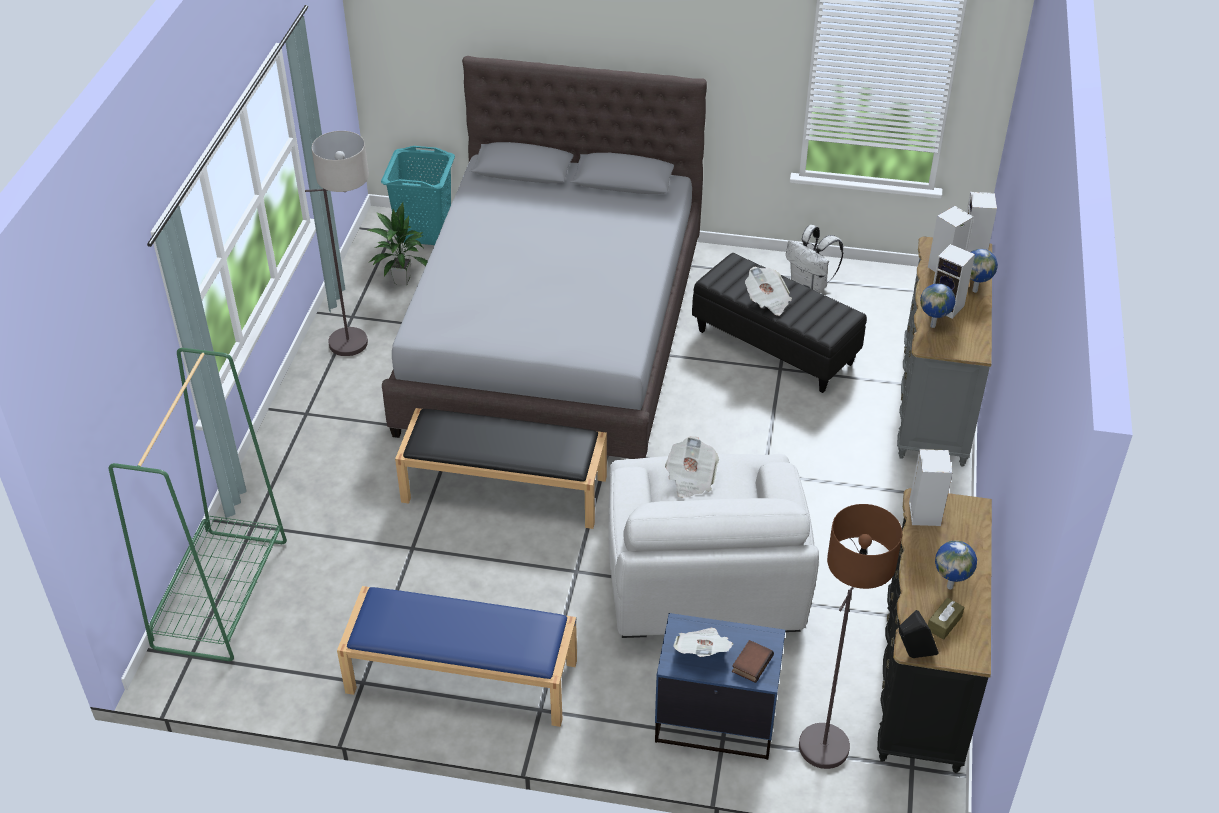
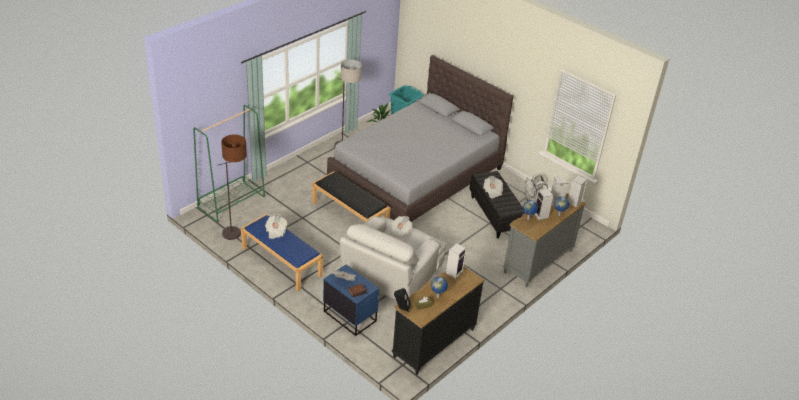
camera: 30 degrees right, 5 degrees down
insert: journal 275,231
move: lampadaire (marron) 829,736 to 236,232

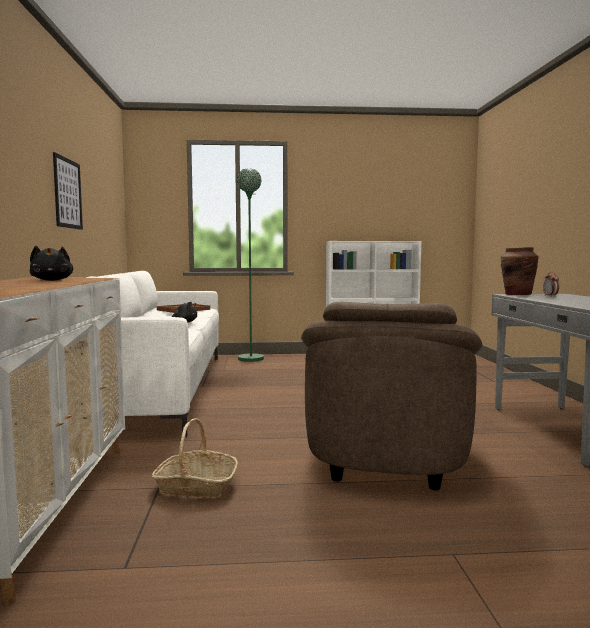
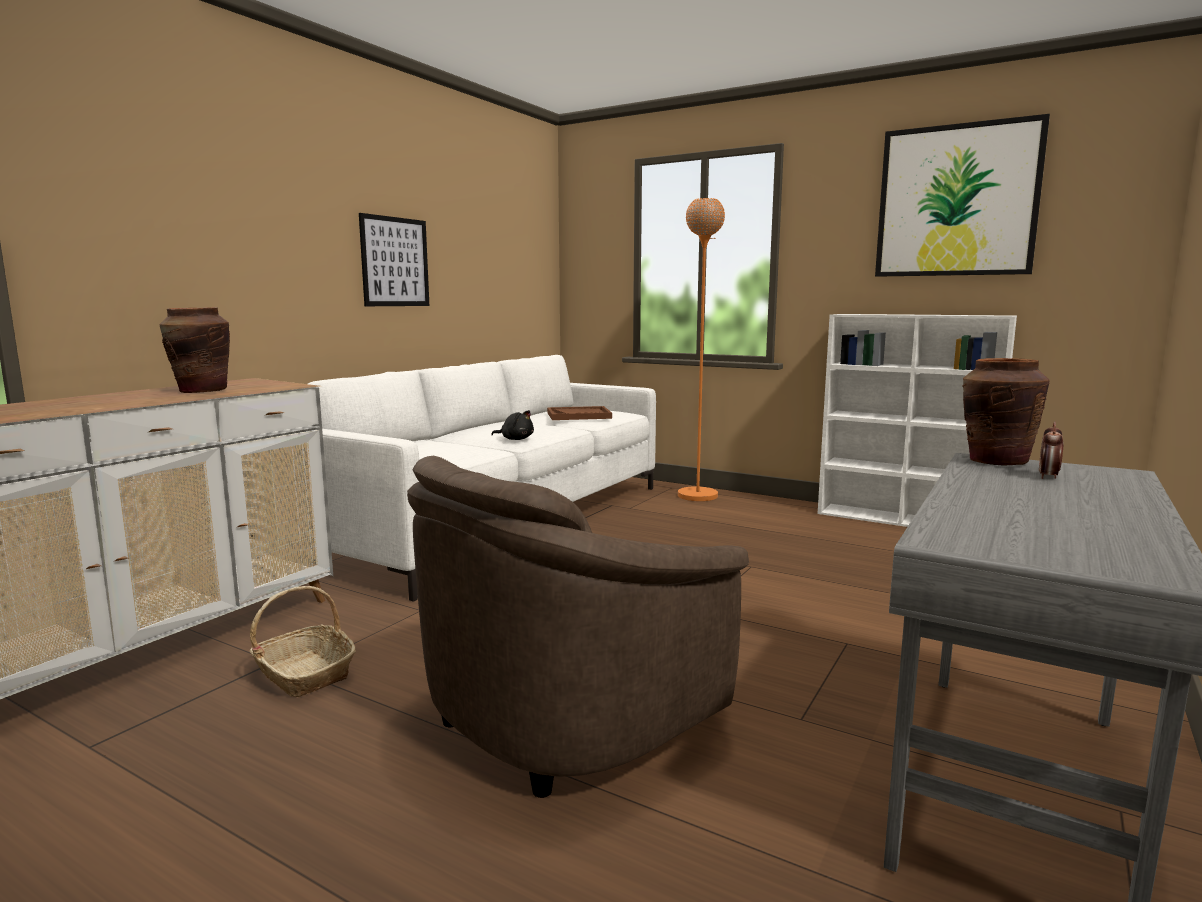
camera: 35 degrees right, 5 degrees up
insert: tableau 957,201
replace: peluche (noir) 52,280 to vase (marron) 202,391
recolor: lampadaire (vert) 251,358 to lampadaire (orange) 698,496

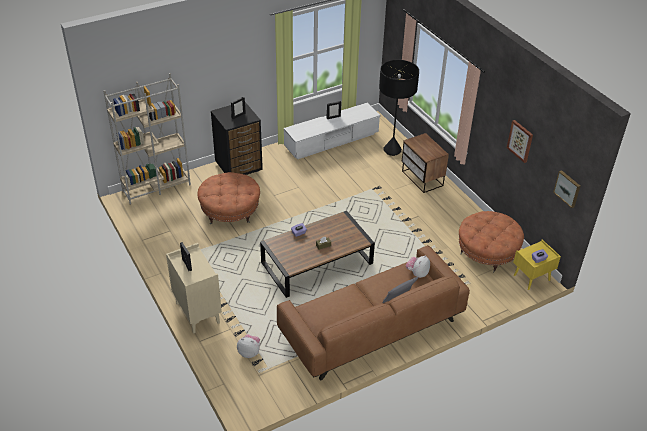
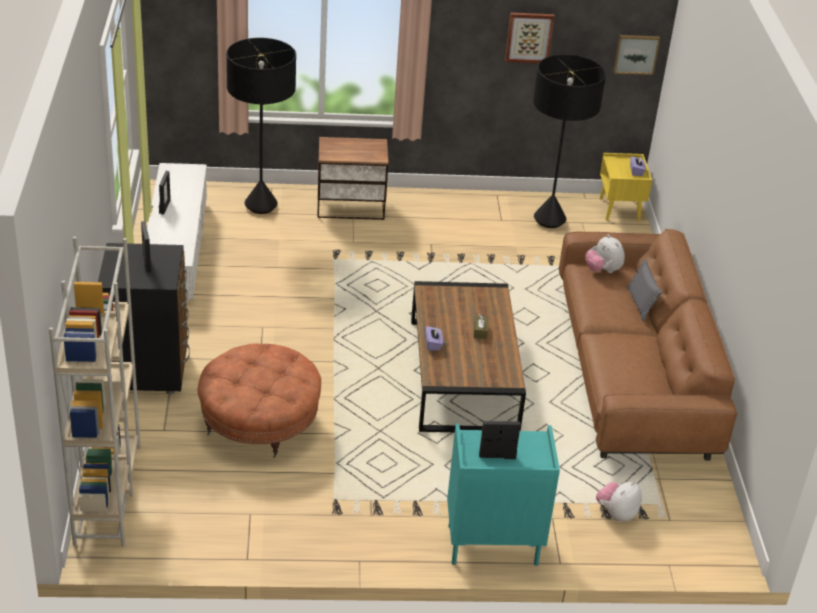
camera: 65 degrees left, 5 degrees down
replace: pouf (marron) 487,252 to lampadaire (noir) 549,221
recolor: meuble de rangement (beige) 197,313 to meuble de rangement (turquoise) 492,545

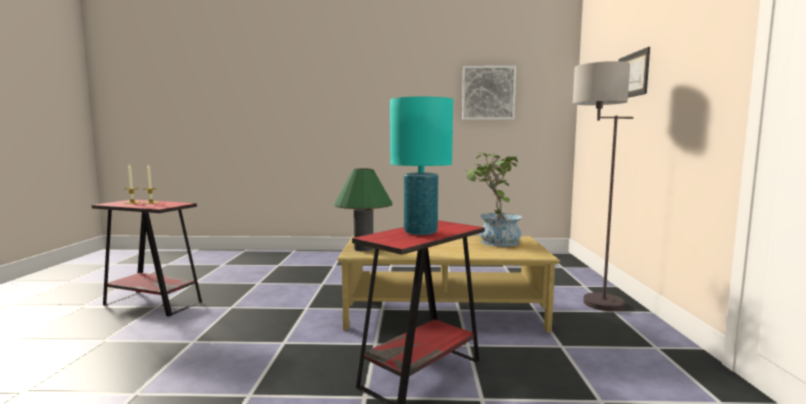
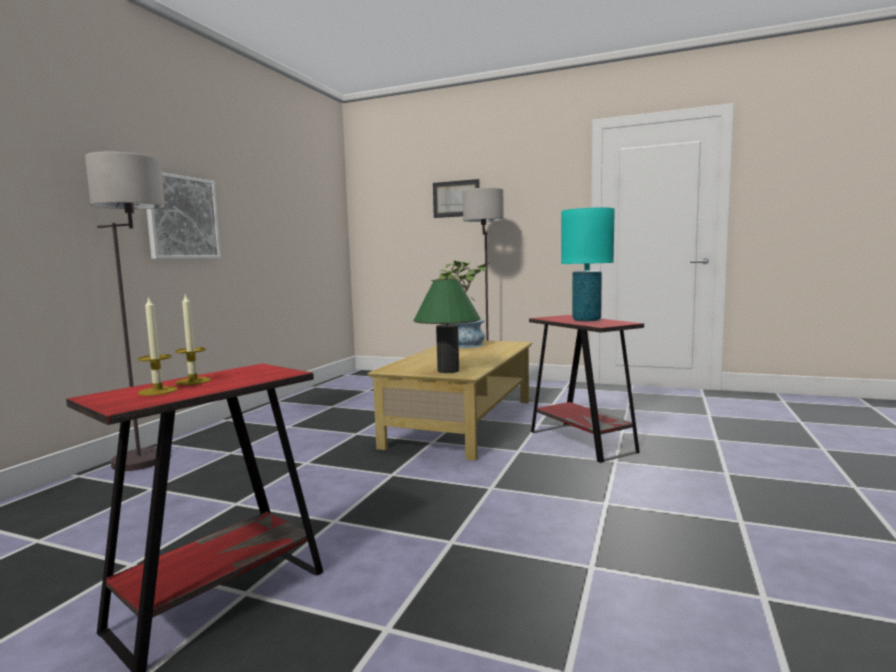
camera: 70 degrees left, 0 degrees up
insert: lampadaire (gris) 150,463
move: tableau 488,93 to 182,217

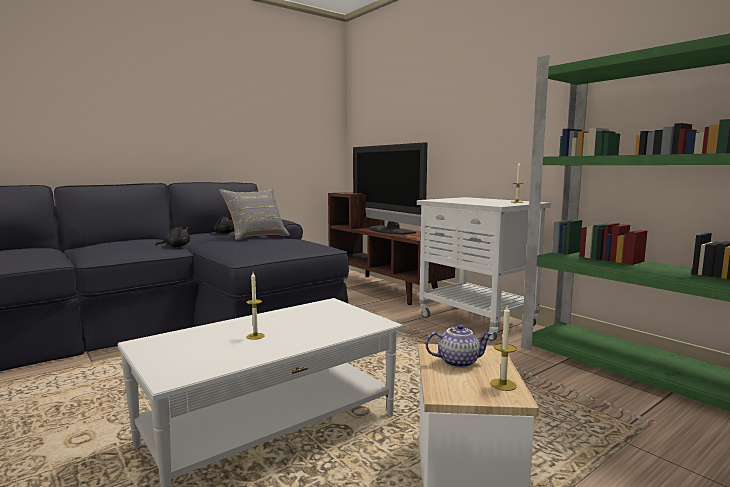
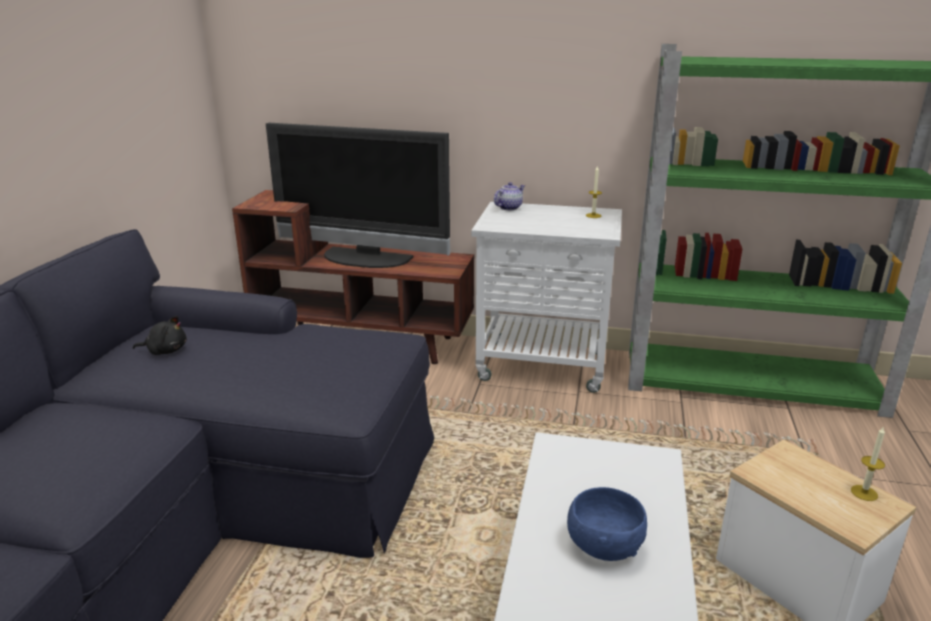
camera: 40 degrees left, 15 degrees up
delete: peluche (noir) 176,246; coussin (gris) 256,236
move: théière 458,362 to 508,207
replace: bougie 255,336 to bol (bleu) 603,546

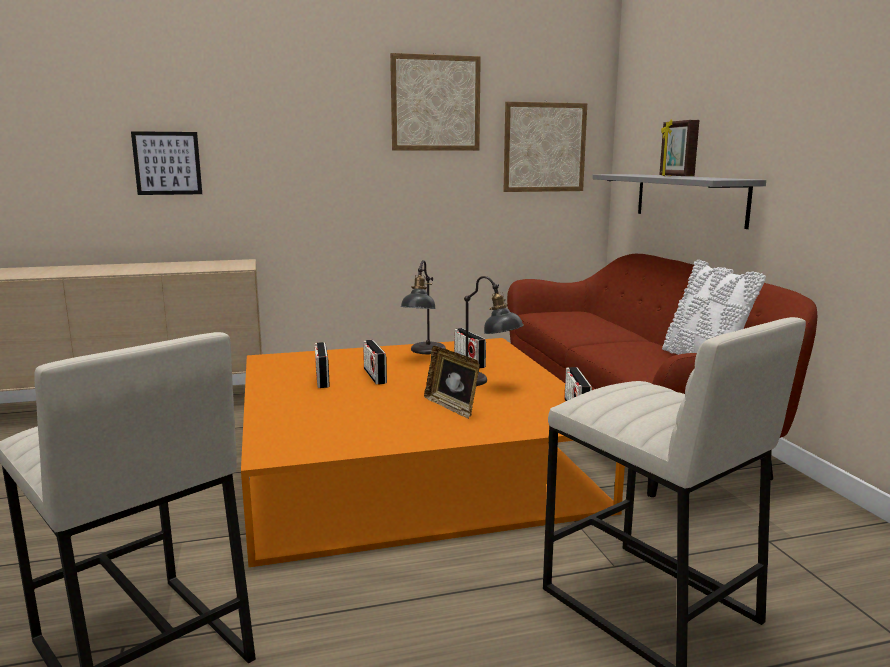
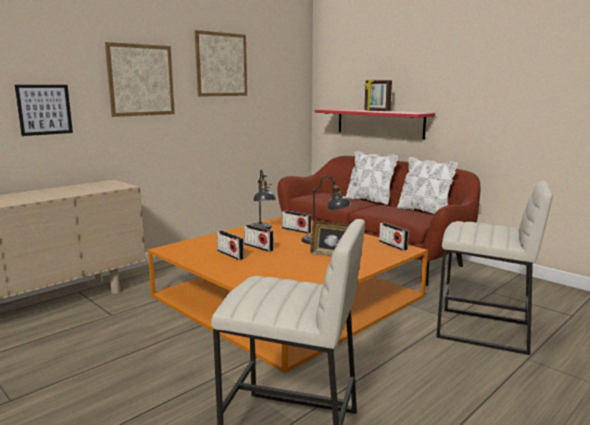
camera: 30 degrees left, 0 degrees up
insert: coussin (blanc) 370,200
move: tableau 544,146 to 141,79
recolor: étagère (gris) 688,198 to étagère (rouge) 379,123

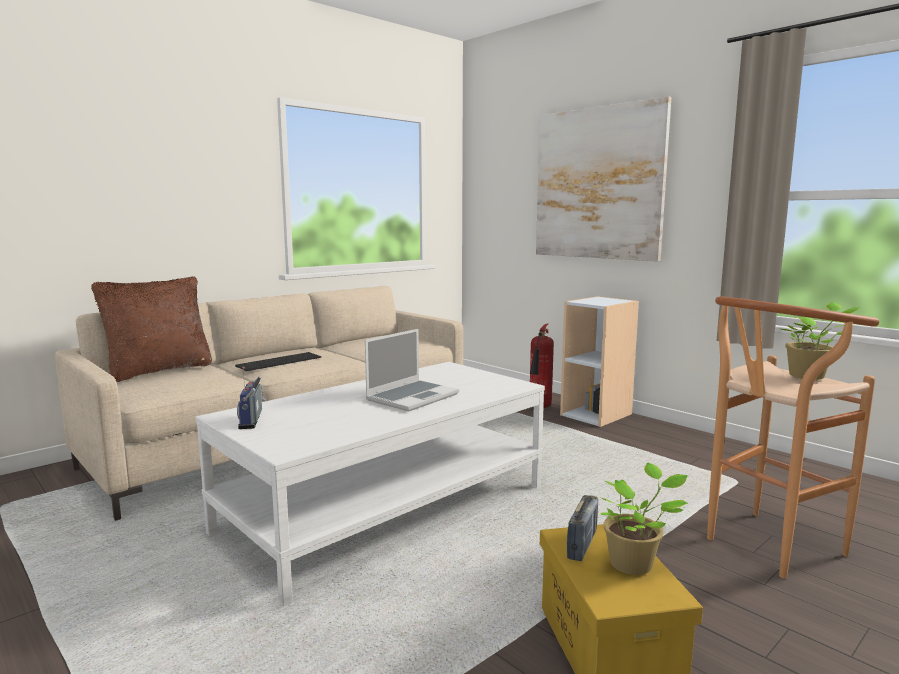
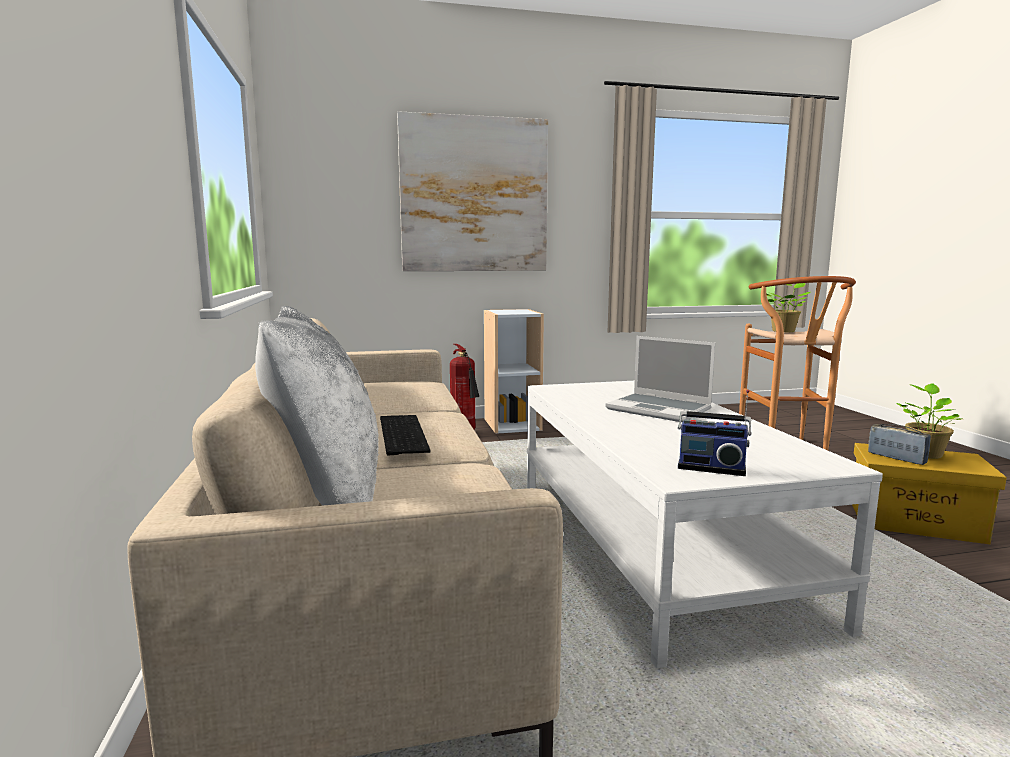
camera: 60 degrees left, 0 degrees up
recolor: coussin (marron) 161,372 to coussin (blanc) 327,501
rotate: ordinateur portable 412,397 = 660,409 150 degrees clockwise

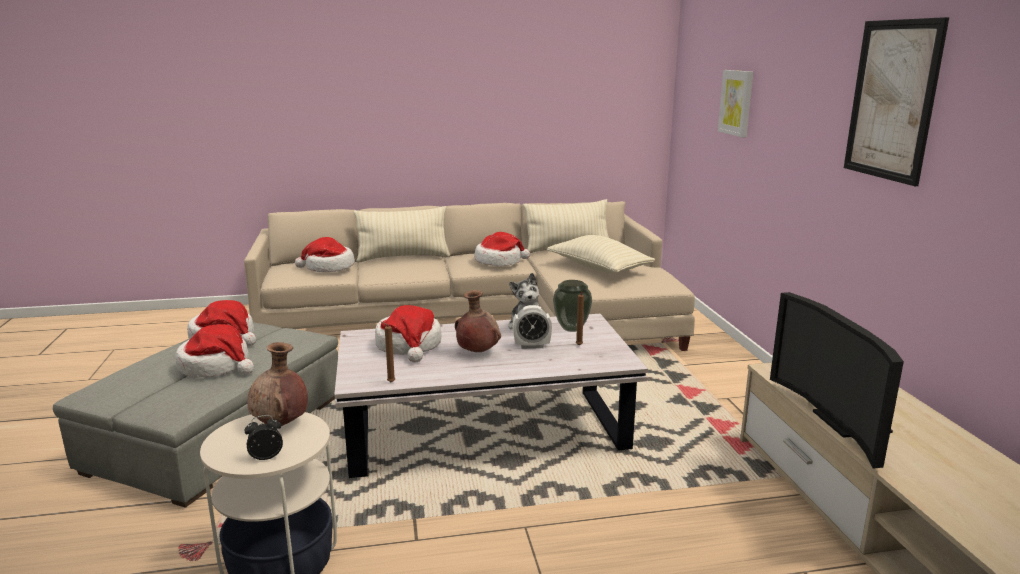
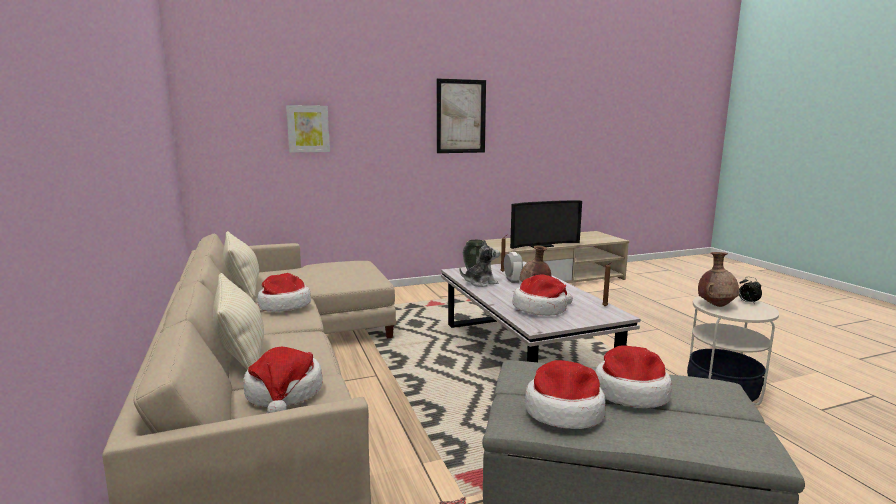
camera: 100 degrees left, 5 degrees down
delete: coussin (beige) 598,268

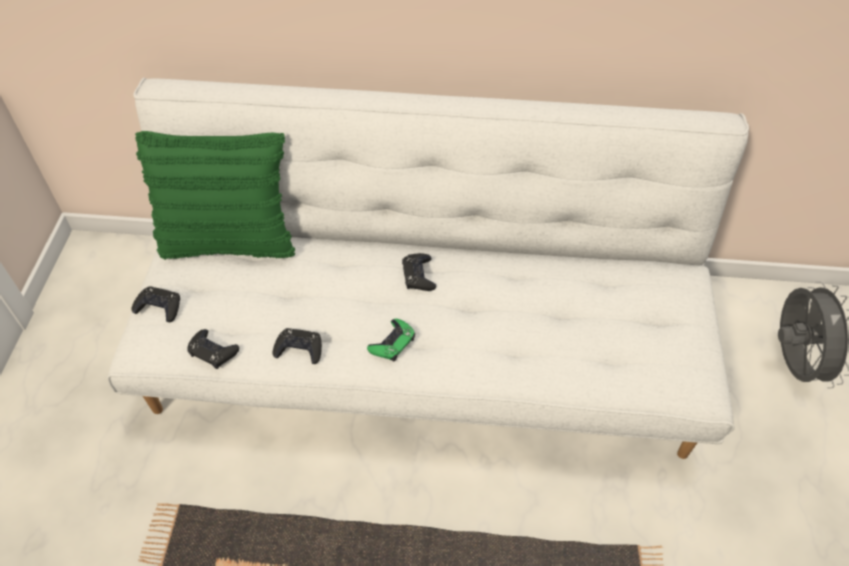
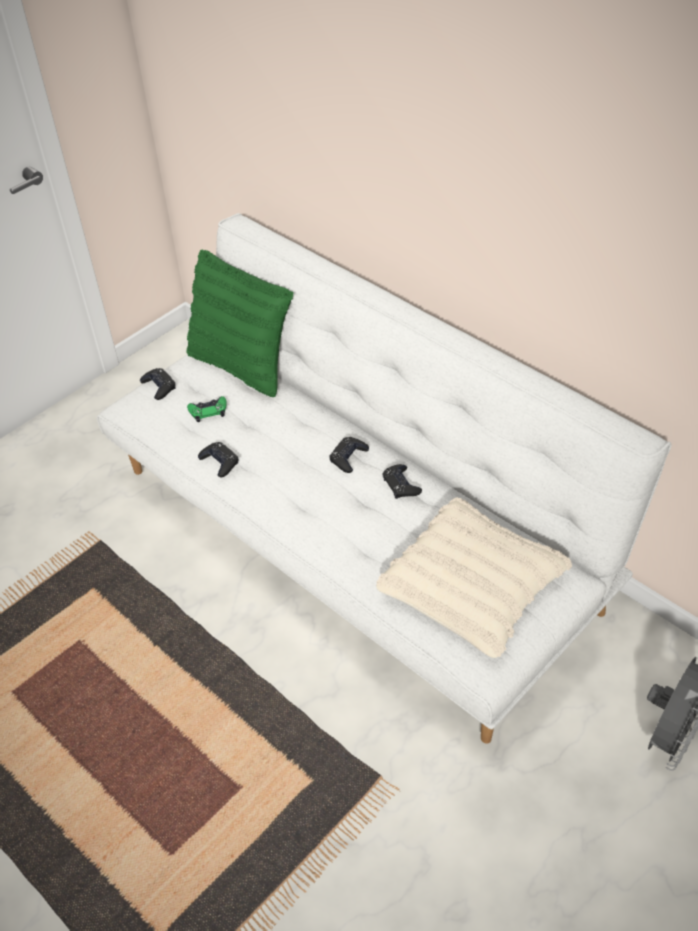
camera: 40 degrees right, 5 degrees down
insert: coussin (beige) 472,586
move: manette (noir) 213,351 to 401,485; manette (vert) 392,343 to 208,411

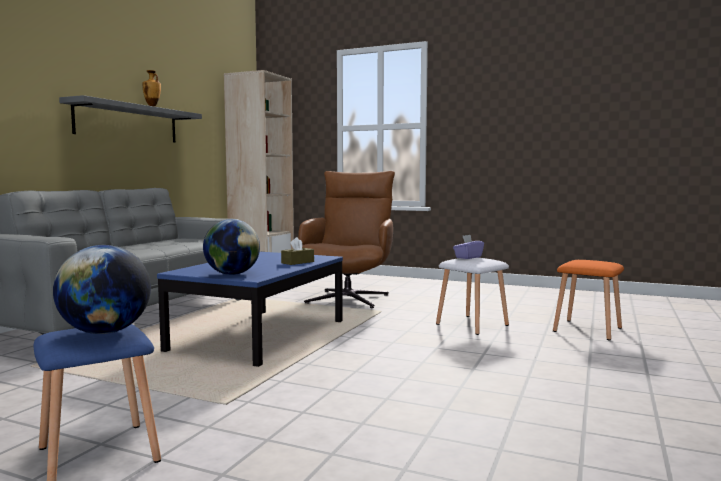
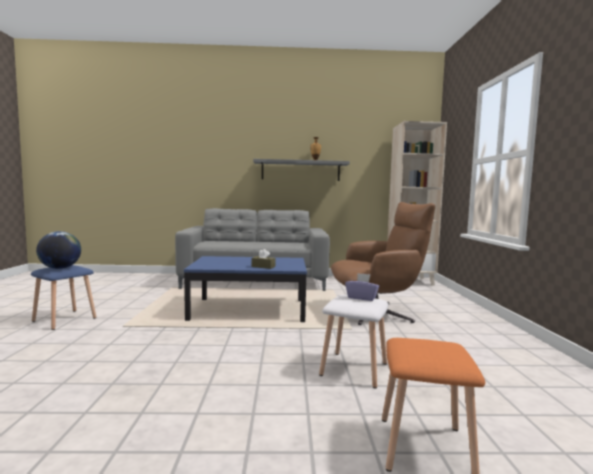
camera: 65 degrees right, 0 degrees up
delete: globe 232,274

